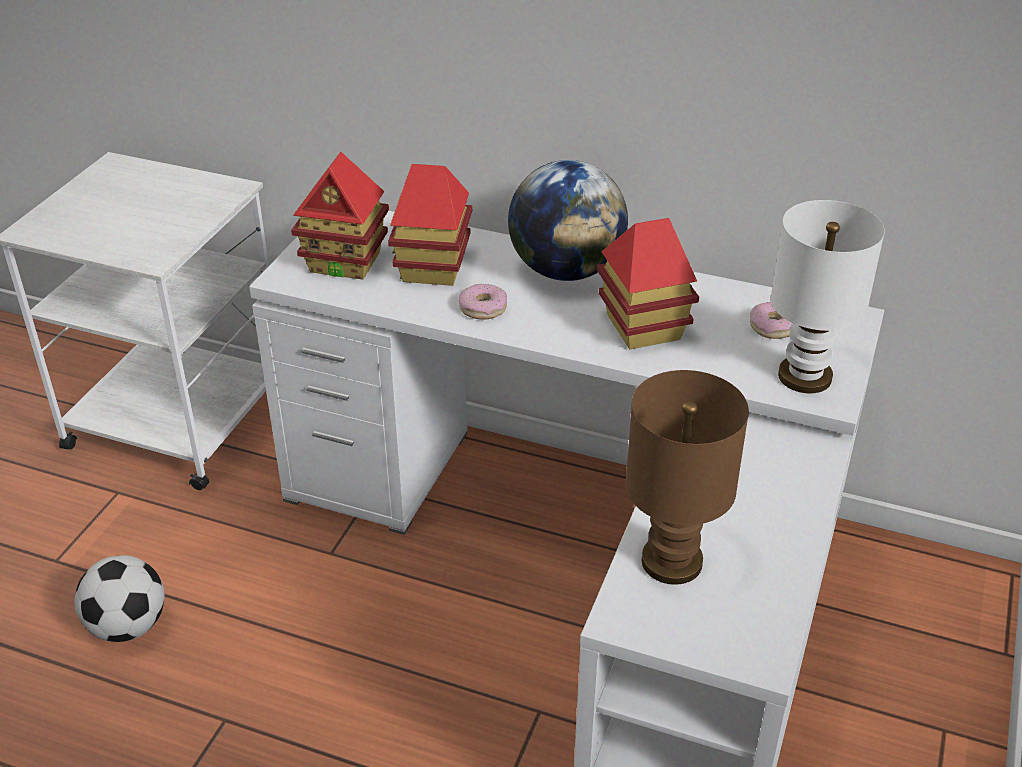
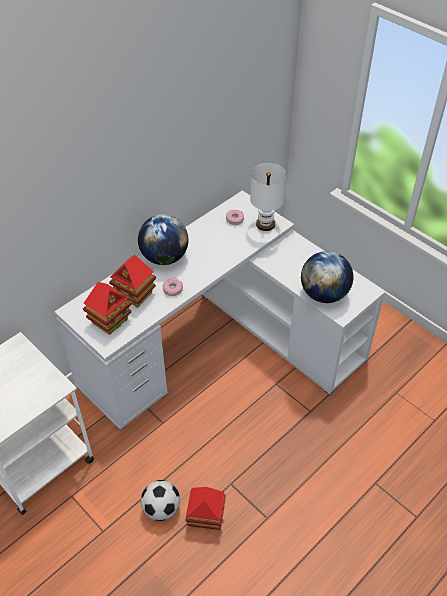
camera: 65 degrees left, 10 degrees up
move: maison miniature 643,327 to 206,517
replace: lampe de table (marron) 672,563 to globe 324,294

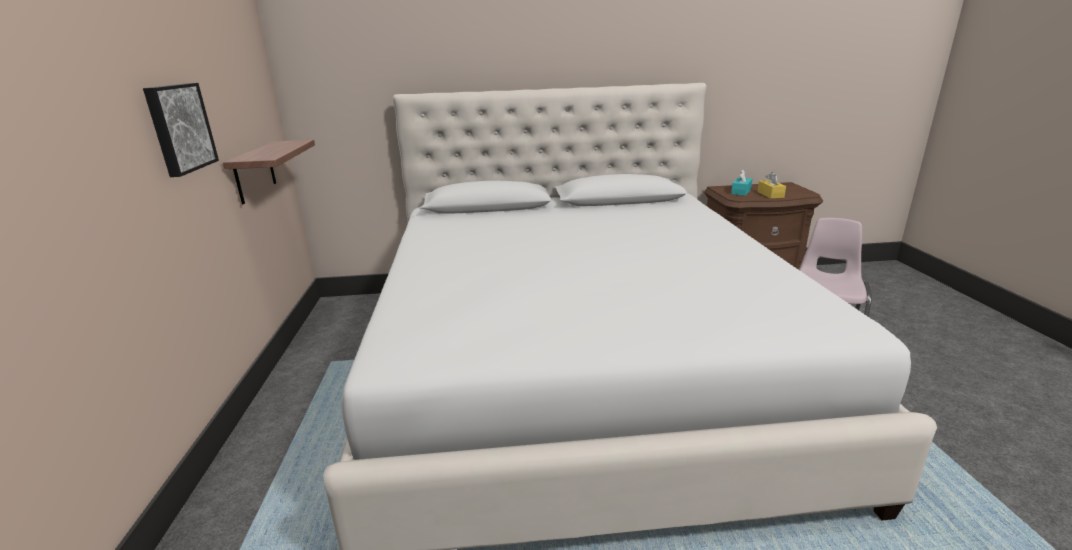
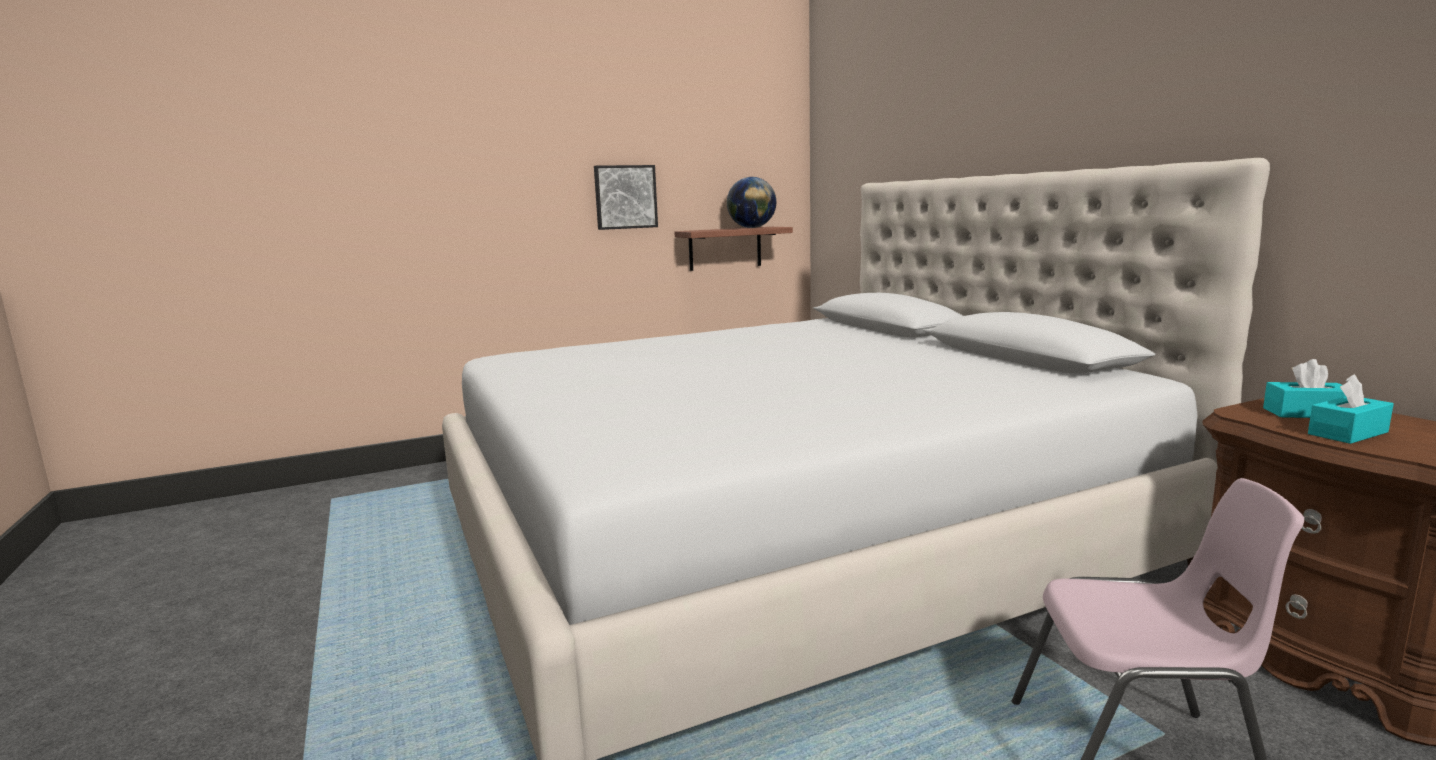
camera: 70 degrees right, 10 degrees down
insert: globe 751,228
recolor: boîte à mouchoirs (jaune) 770,194 to boîte à mouchoirs (turquoise) 1347,433

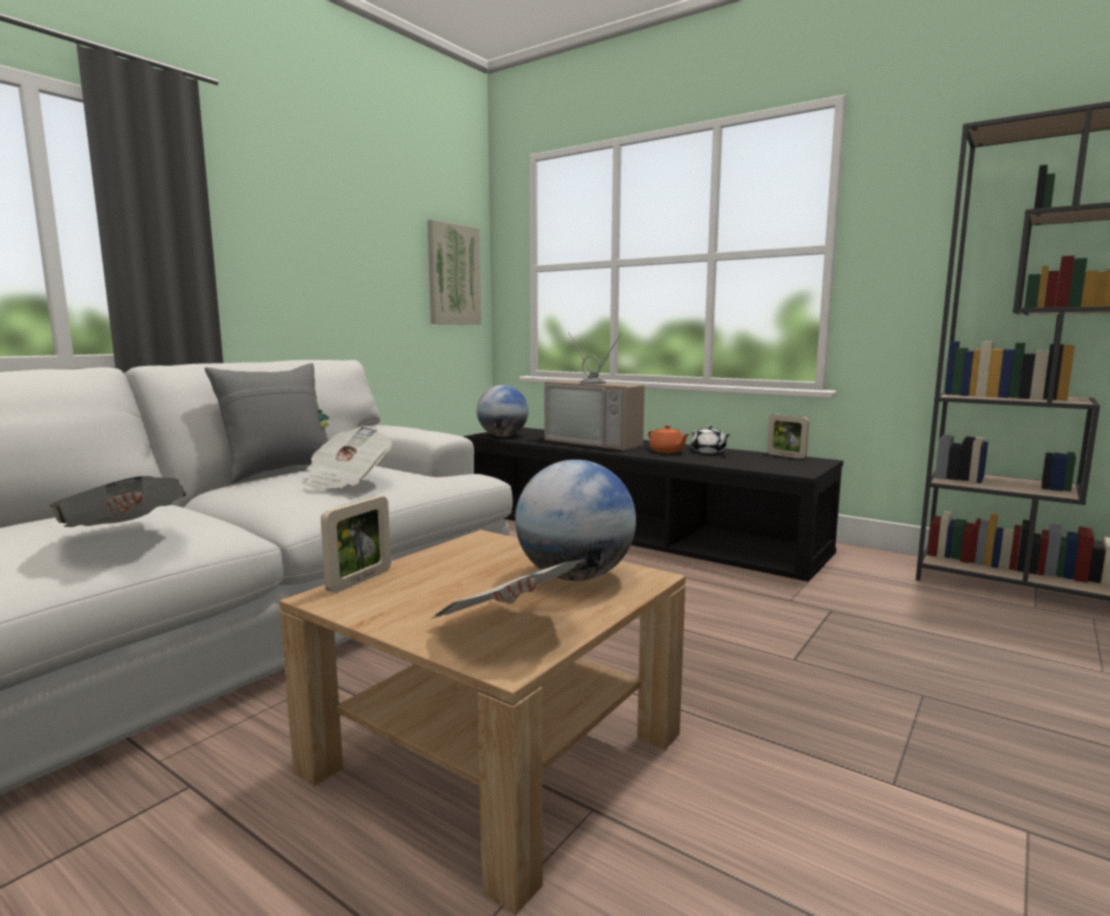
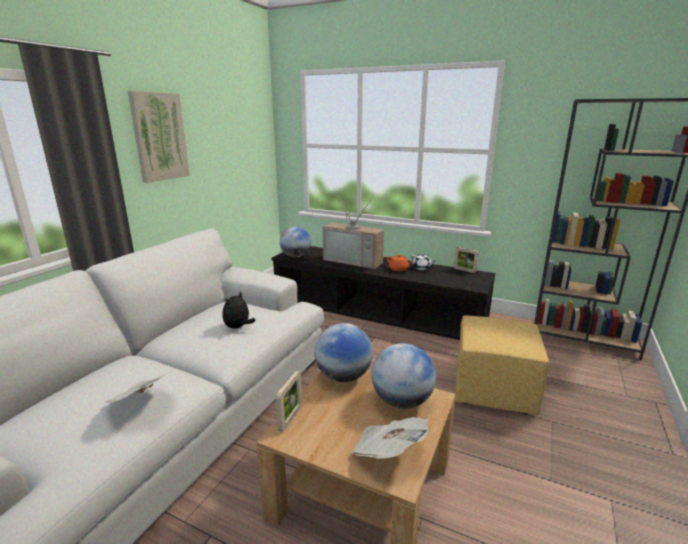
camera: 10 degrees left, 10 degrees up
delete: coussin (gris) 279,472
insert: globe 343,376; pouf (jaune) 492,390
move: tableau 453,275 to 159,136
replace: journal 346,481 to peluche 238,327

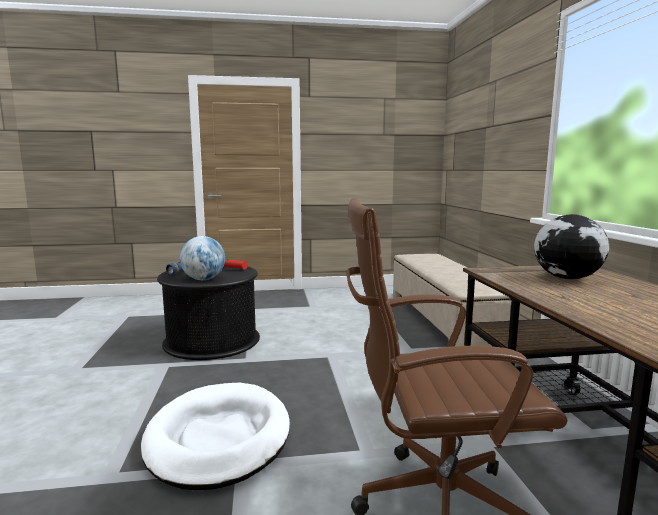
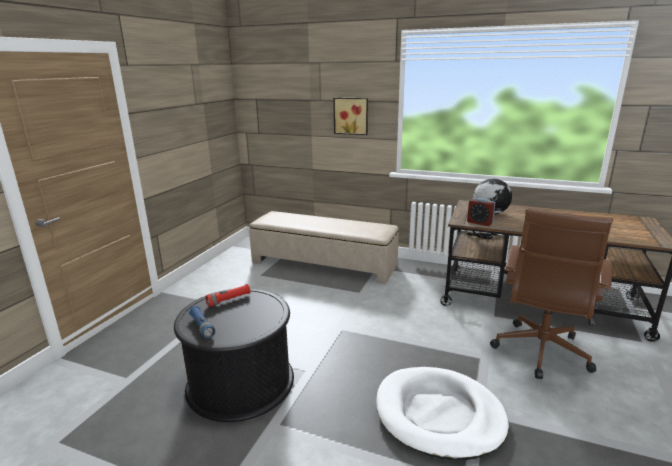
camera: 60 degrees left, 10 degrees up
delete: globe 203,279
insert: tableau 351,116; réveil 479,223

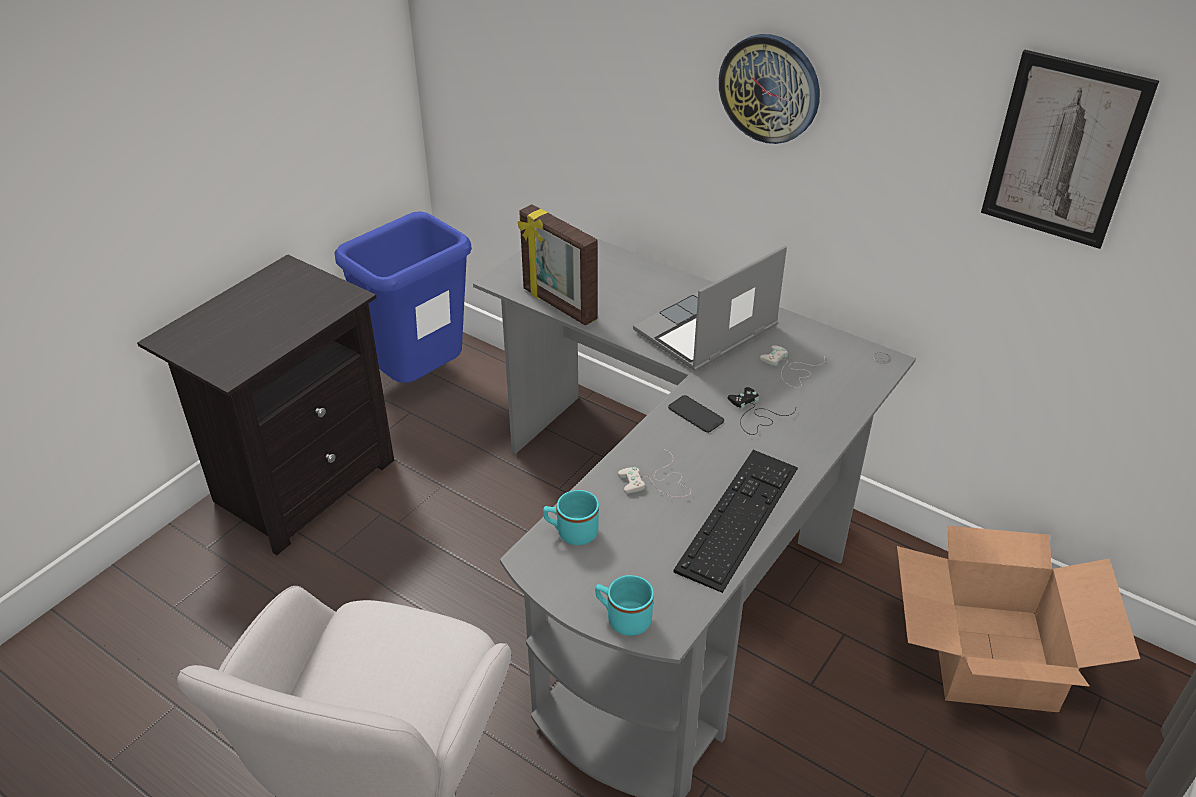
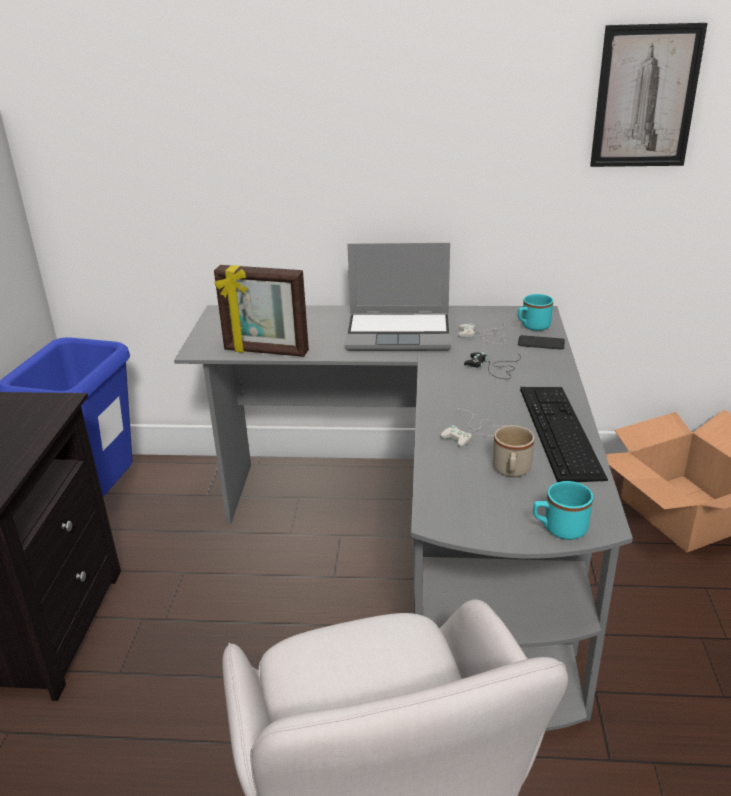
camera: 30 degrees left, 10 degrees down
delete: horloge murale 770,88
insert: mug (beige) 511,472
move: mug (turquoise) 571,532 to 532,327; téléphone 696,414 to 541,343
rotate: ordinateur portable 706,331 = 400,333 105 degrees counterclockwise

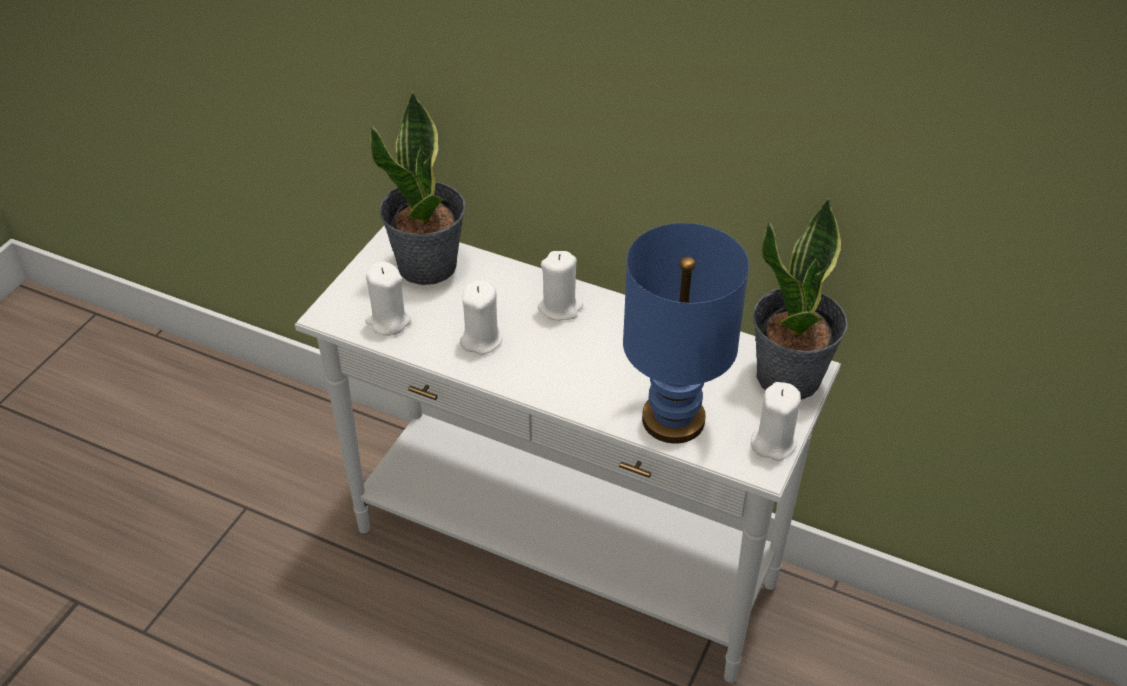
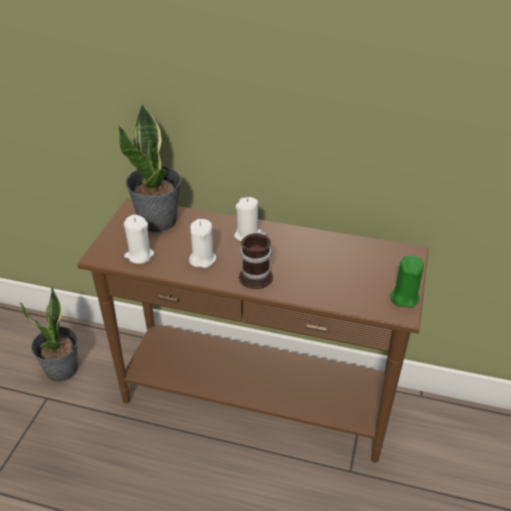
camera: 10 degrees left, 5 degrees down
delete: lampe de table (bleu) 671,420
insert: mug 258,275
move: plante en pot 790,377 to 62,369
recolor: table console (blanc) 567,556 to table console (marron) 257,399; bougie (blanc) 773,443 to bougie (vert) 404,297

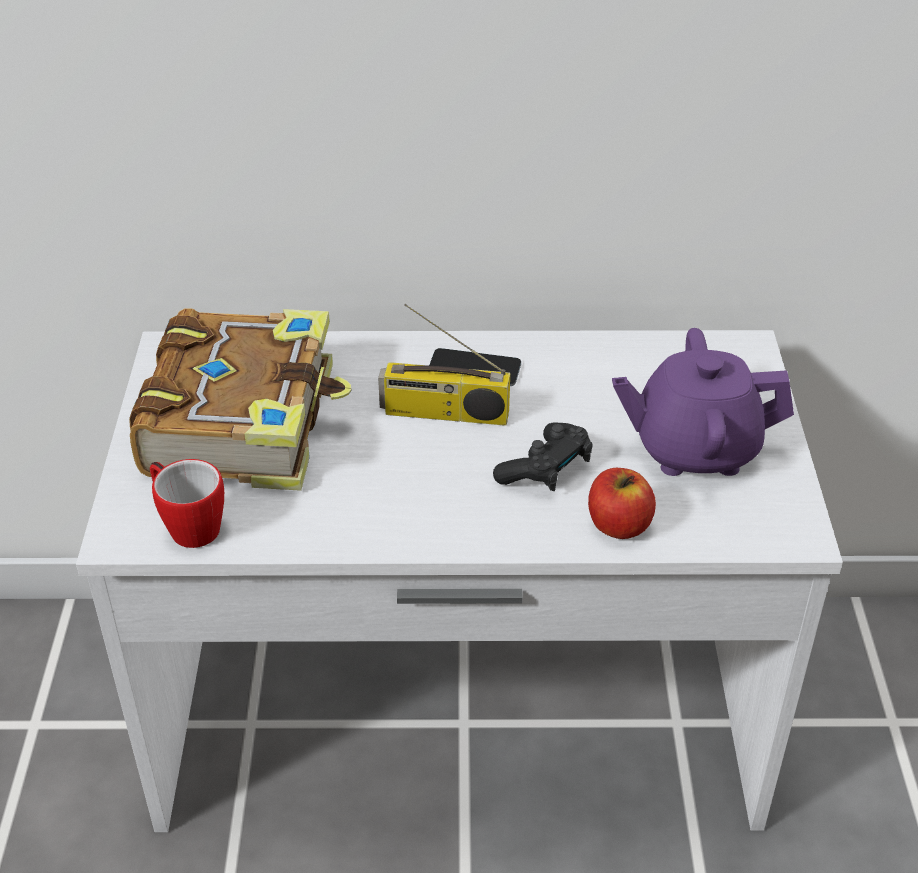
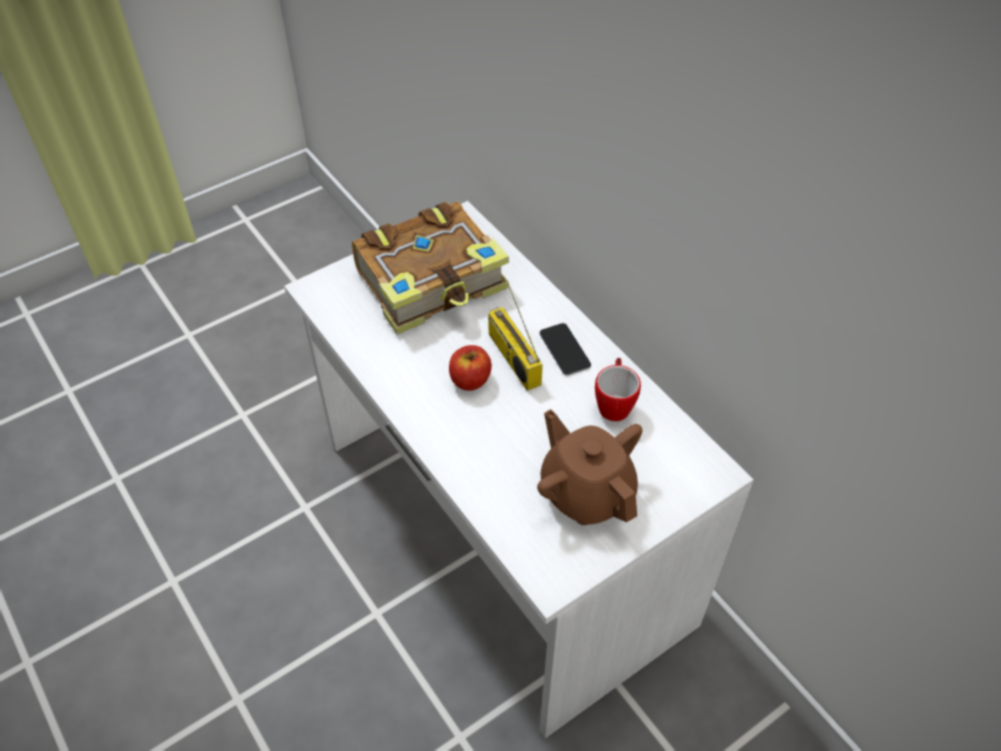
camera: 55 degrees right, 10 degrees up
delete: manette (noir) 546,470
move: mug 188,525 to 614,403; pomme 618,525 to 470,380
recolor: théière (violet) 694,449 to théière (marron) 586,492

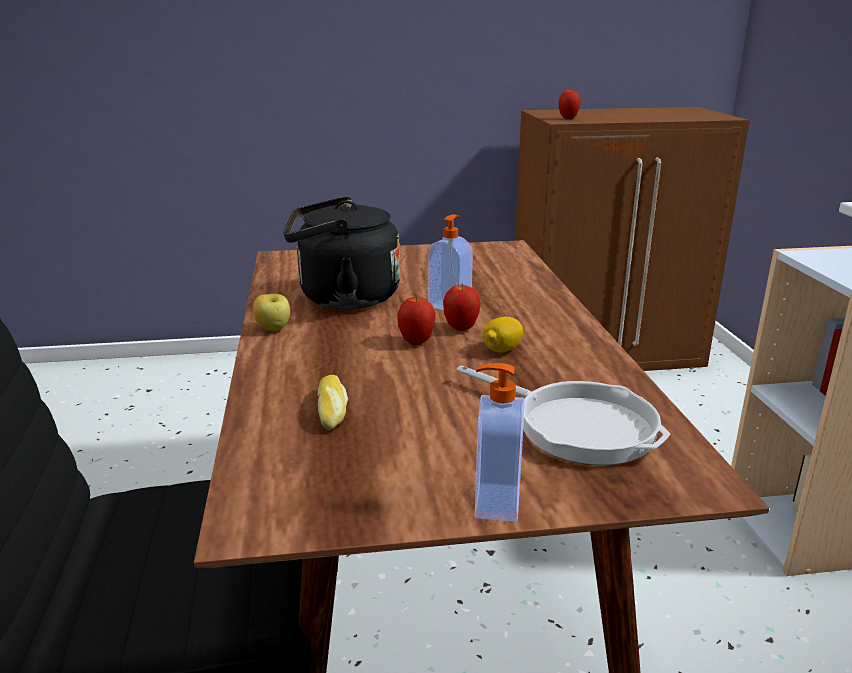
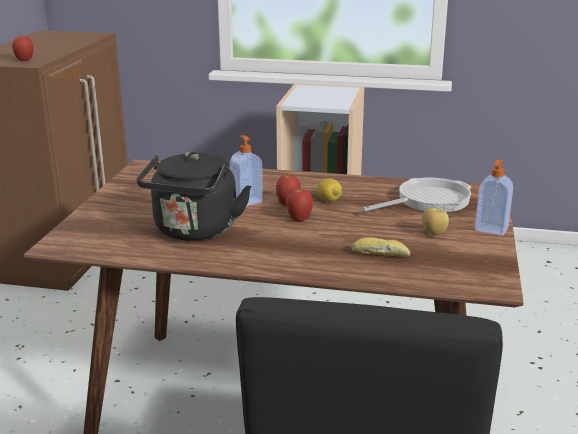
camera: 70 degrees left, 0 degrees up
move: pomme 273,329 to 433,234

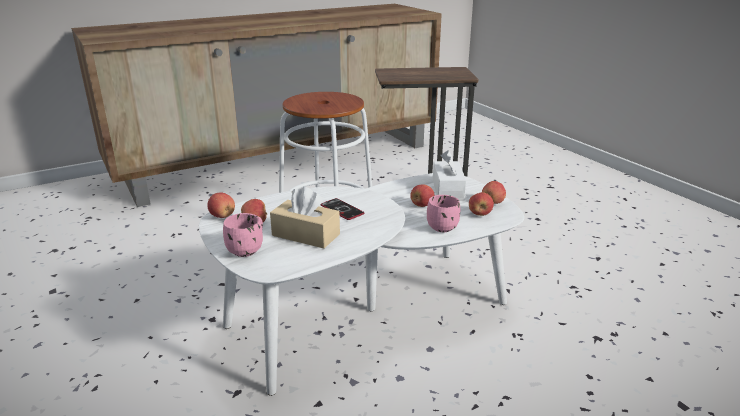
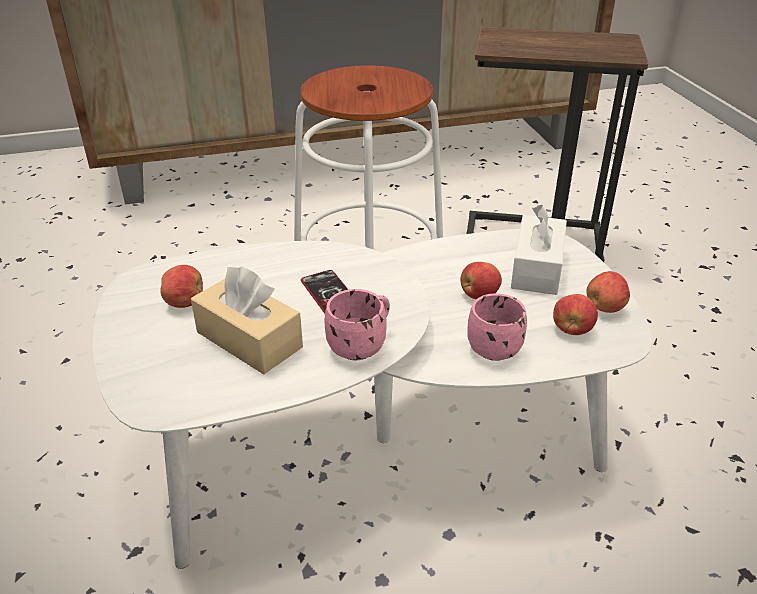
camera: 15 degrees right, 10 degrees up
delete: pomme 222,216
move: mug (rose) 248,248 to 362,344

